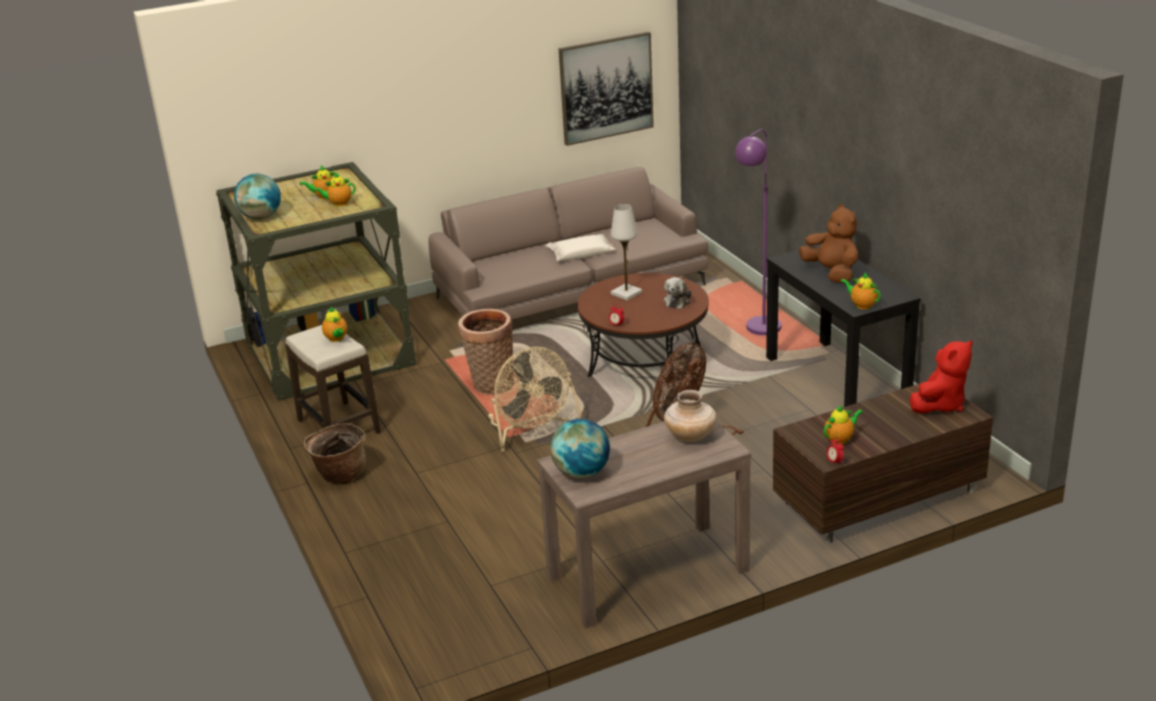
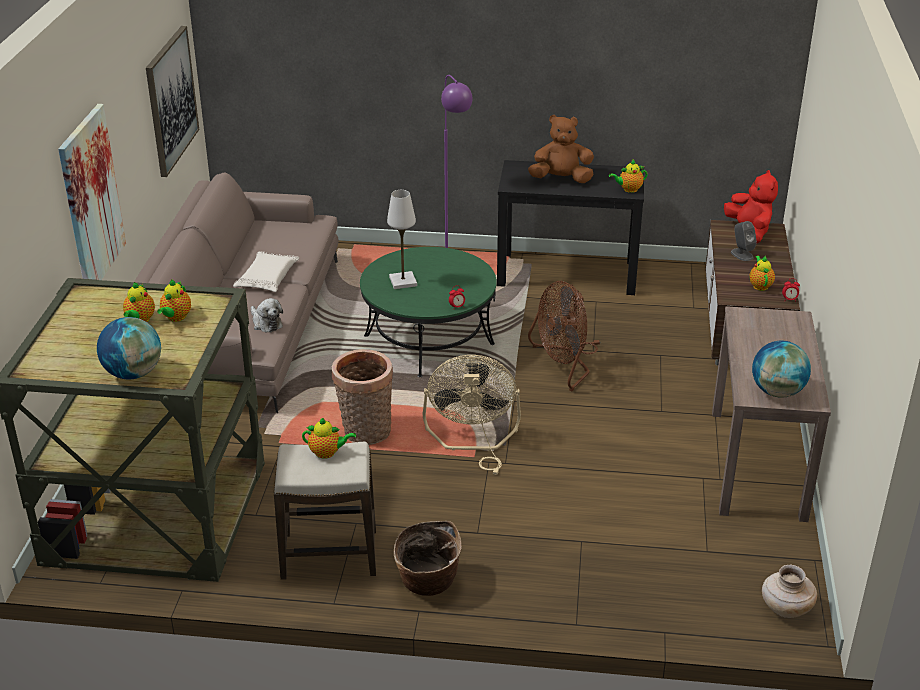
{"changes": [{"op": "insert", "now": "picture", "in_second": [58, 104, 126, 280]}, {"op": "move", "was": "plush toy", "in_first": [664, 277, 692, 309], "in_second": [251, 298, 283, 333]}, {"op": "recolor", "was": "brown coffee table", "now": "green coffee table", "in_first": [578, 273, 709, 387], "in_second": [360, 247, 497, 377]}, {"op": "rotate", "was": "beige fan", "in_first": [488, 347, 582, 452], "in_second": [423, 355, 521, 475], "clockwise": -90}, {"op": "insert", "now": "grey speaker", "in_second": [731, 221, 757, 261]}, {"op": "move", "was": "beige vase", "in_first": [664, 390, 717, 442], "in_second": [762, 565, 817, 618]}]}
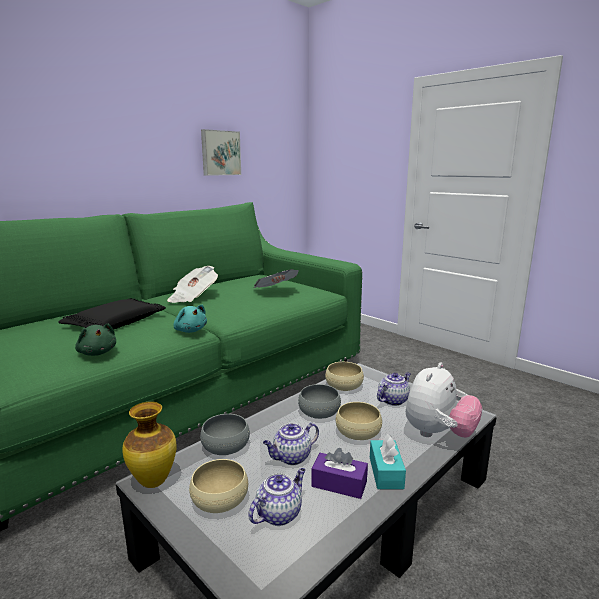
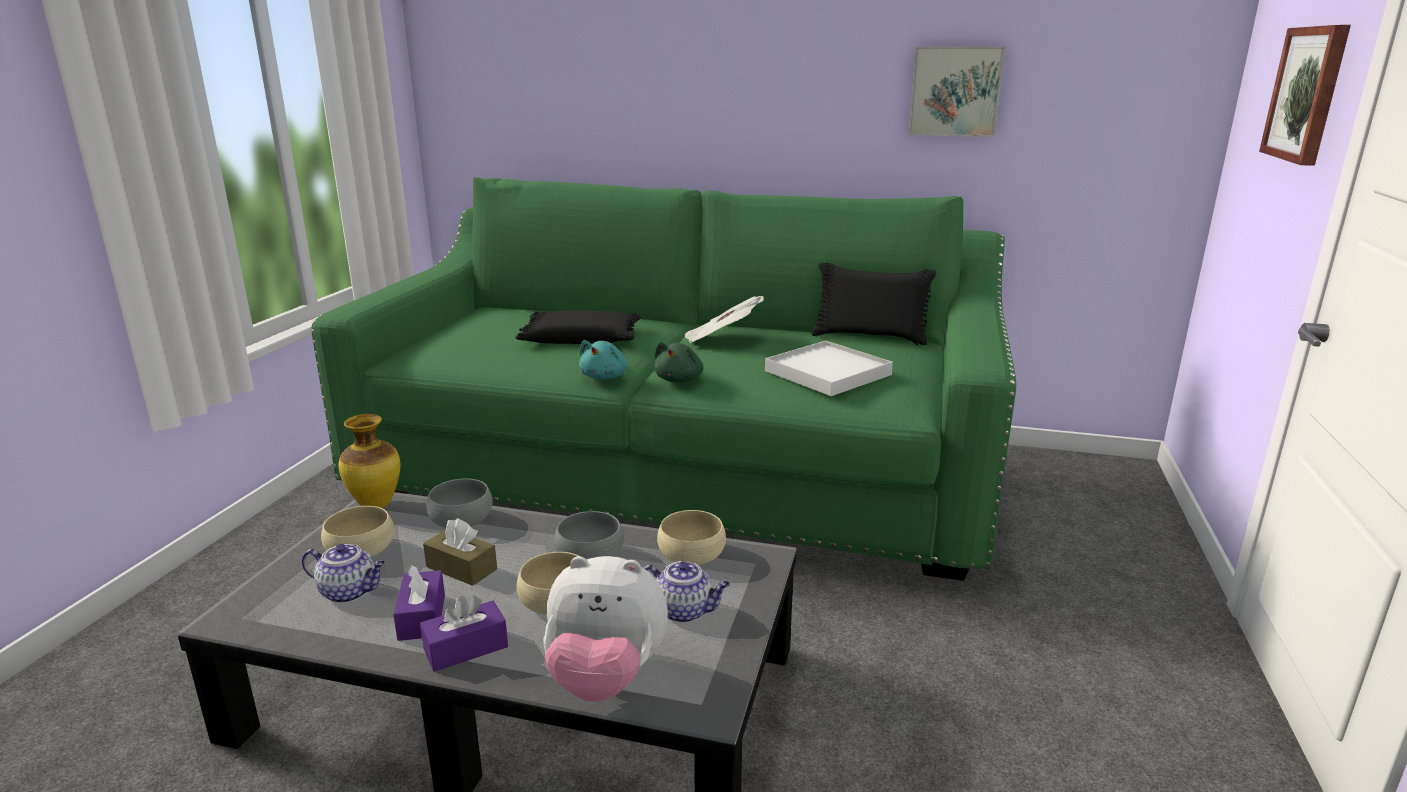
{"changes": [{"op": "recolor", "was": "turquoise tissue box", "now": "purple tissue box", "in_first": [370, 434, 406, 489], "in_second": [420, 595, 508, 672]}, {"op": "replace", "was": "teapot", "now": "brown tissue box", "in_first": [263, 423, 319, 465], "in_second": [423, 518, 497, 586]}, {"op": "move", "was": "green plush toy", "in_first": [75, 323, 116, 356], "in_second": [654, 342, 703, 382]}, {"op": "replace", "was": "newspaper", "now": "white tray", "in_first": [253, 269, 299, 288], "in_second": [765, 341, 893, 396]}, {"op": "insert", "now": "black pillow", "in_second": [811, 262, 936, 346]}, {"op": "insert", "now": "picture", "in_second": [1259, 25, 1351, 166]}]}
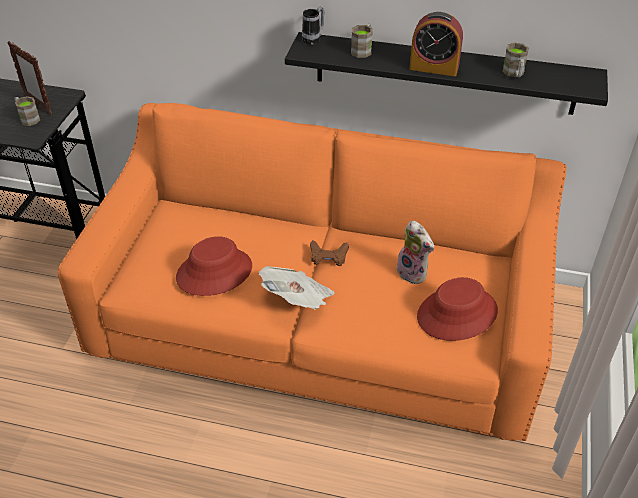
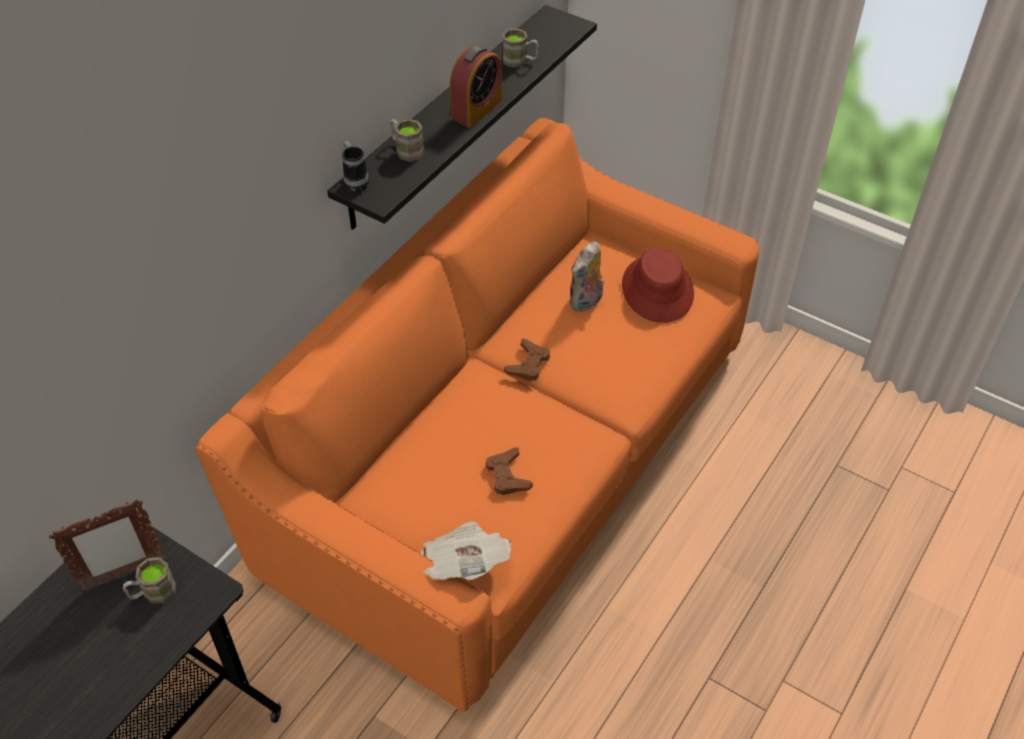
{"changes": [{"op": "move", "was": "newspaper", "in_first": [259, 266, 335, 309], "in_second": [421, 521, 512, 580]}, {"op": "replace", "was": "red hat", "now": "brown game controller", "in_first": [176, 236, 252, 296], "in_second": [486, 448, 533, 495]}, {"op": "rotate", "was": "plush toy", "in_first": [397, 221, 434, 284], "in_second": [569, 241, 604, 312], "clockwise": 150}]}
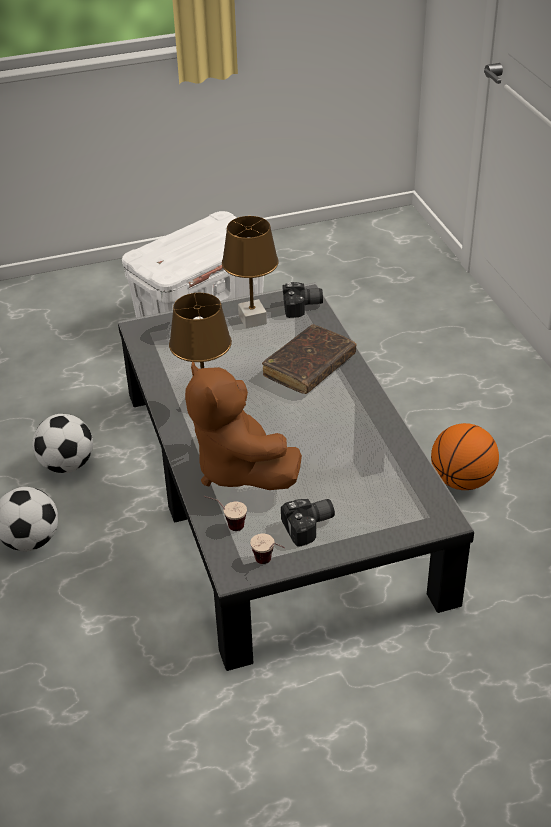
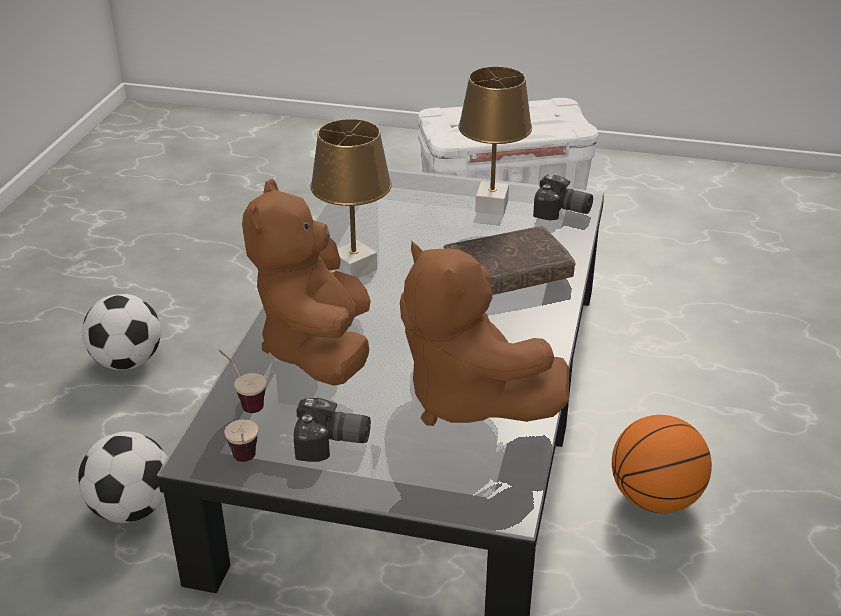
{"changes": [{"op": "move", "was": "football", "in_first": [32, 414, 93, 473], "in_second": [78, 431, 167, 523]}, {"op": "insert", "now": "brown plush toy", "in_second": [400, 241, 569, 426]}]}
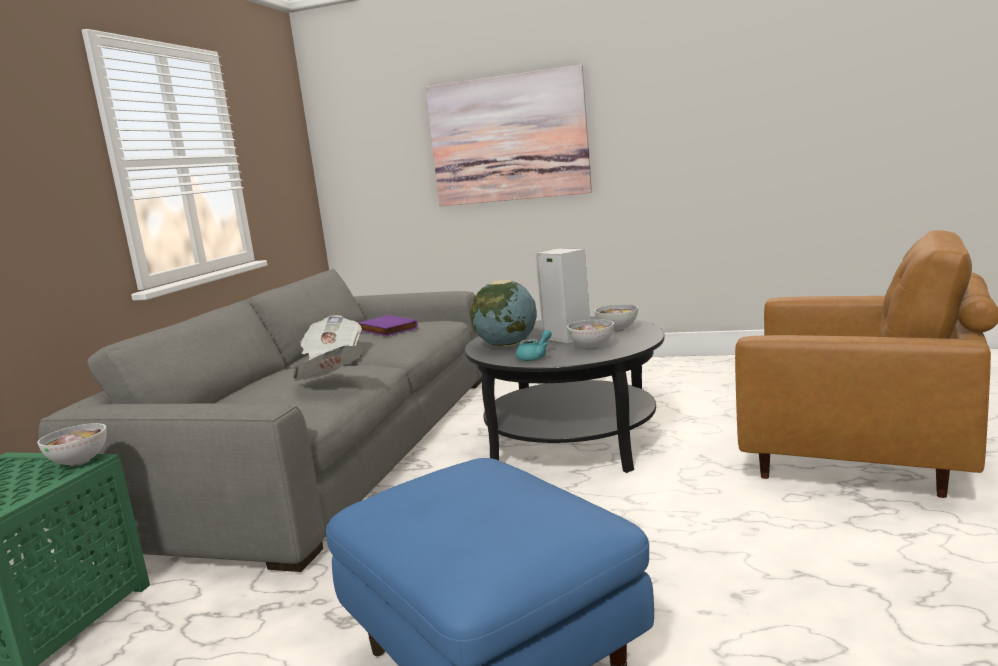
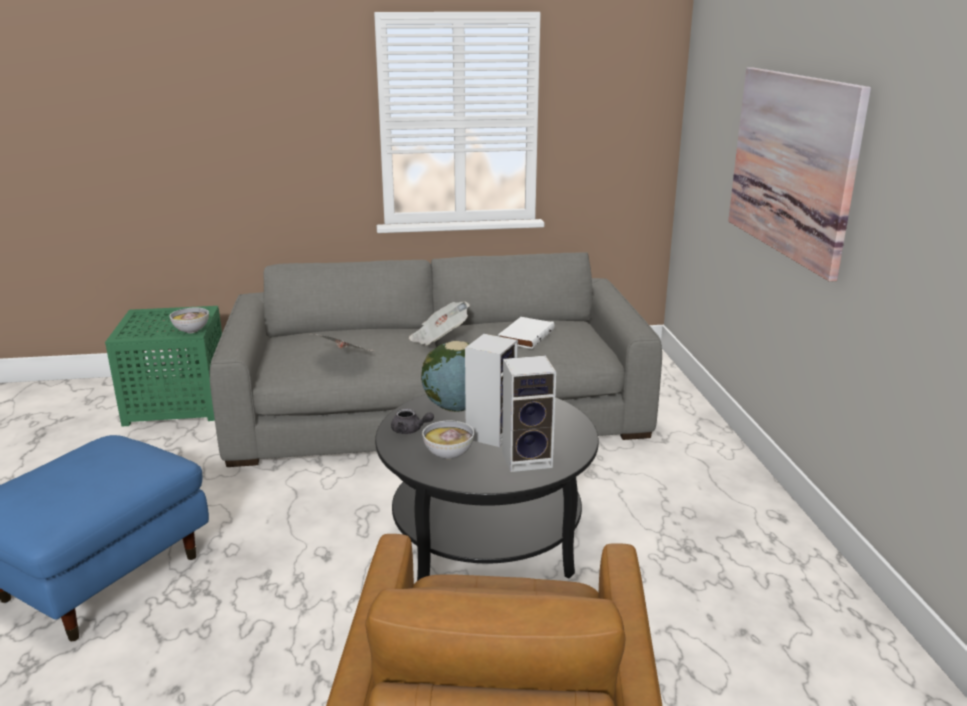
{"changes": [{"op": "recolor", "was": "turquoise teapot", "now": "grey teapot", "in_first": [516, 330, 552, 361], "in_second": [391, 408, 434, 434]}, {"op": "recolor", "was": "purple book", "now": "white book", "in_first": [358, 315, 418, 336], "in_second": [498, 317, 555, 349]}, {"op": "replace", "was": "bowl", "now": "speaker", "in_first": [594, 304, 638, 332], "in_second": [502, 356, 556, 472]}]}
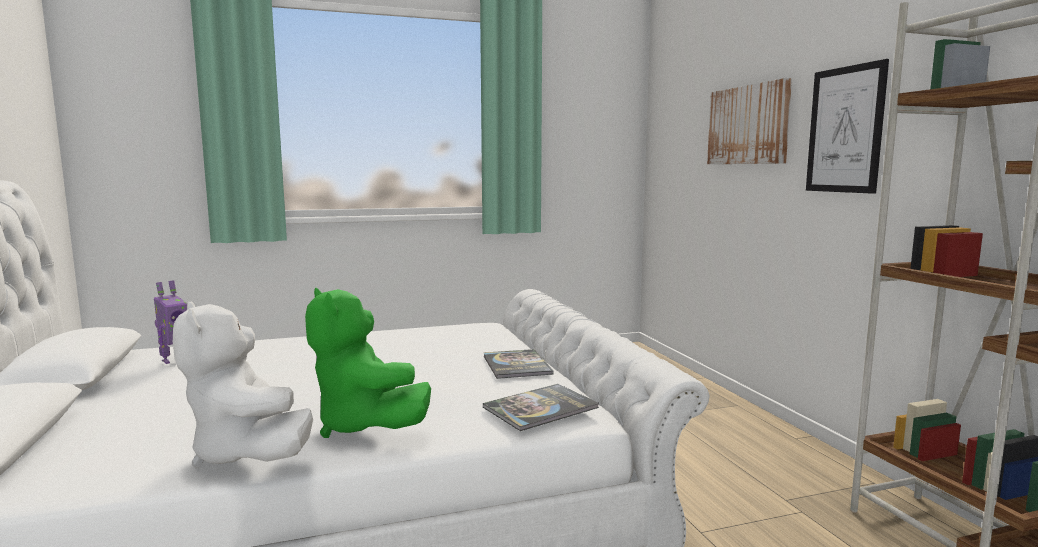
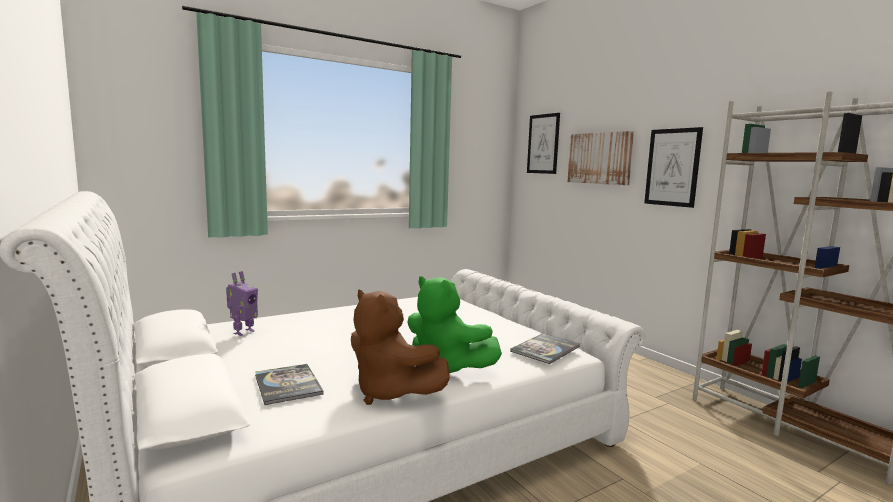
{"changes": [{"op": "move", "was": "book", "in_first": [484, 349, 554, 379], "in_second": [255, 364, 324, 405]}, {"op": "recolor", "was": "white plush toy", "now": "brown plush toy", "in_first": [173, 302, 313, 469], "in_second": [351, 289, 450, 405]}, {"op": "insert", "now": "picture", "in_second": [527, 113, 560, 174]}]}
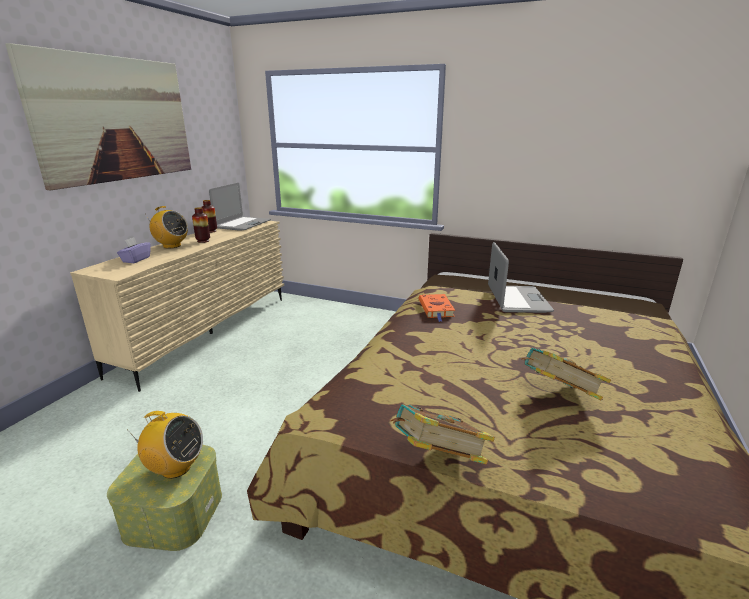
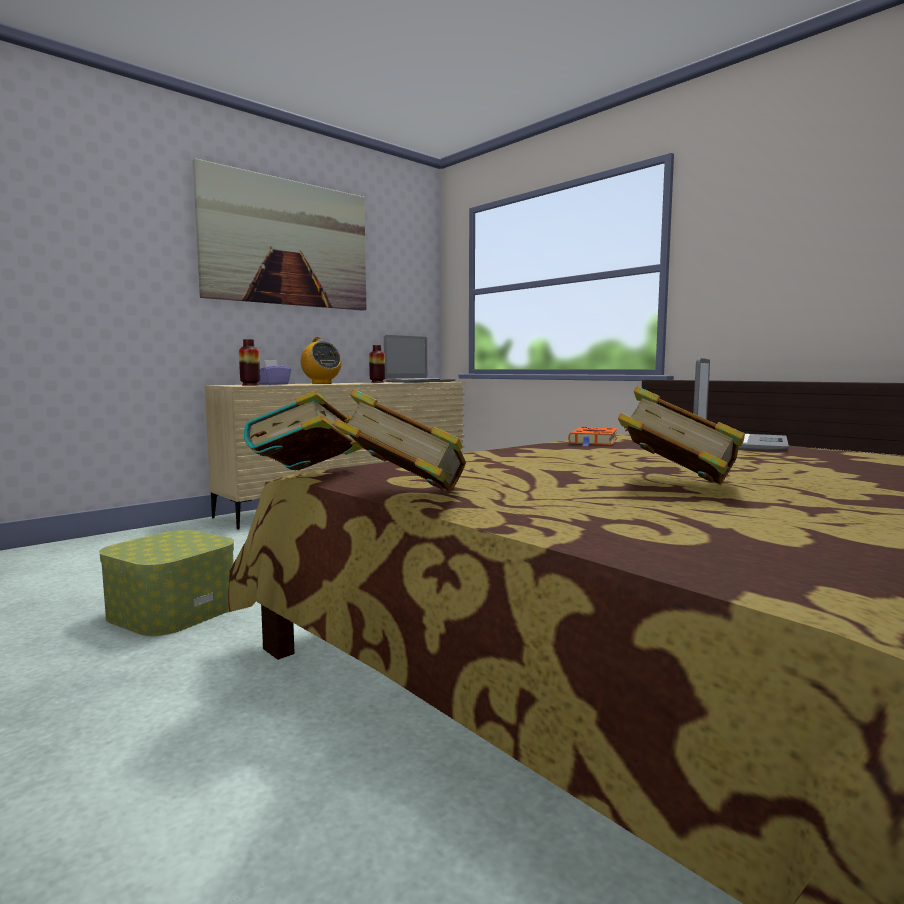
{"changes": [{"op": "move", "was": "vase", "in_first": [192, 207, 210, 243], "in_second": [239, 339, 260, 386]}, {"op": "insert", "now": "book", "in_second": [244, 390, 363, 470]}, {"op": "delete", "was": "radio", "in_first": [128, 411, 203, 479]}]}
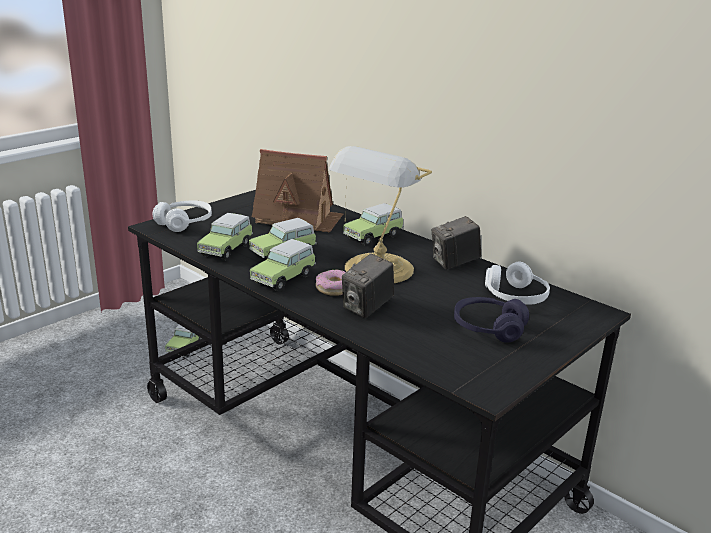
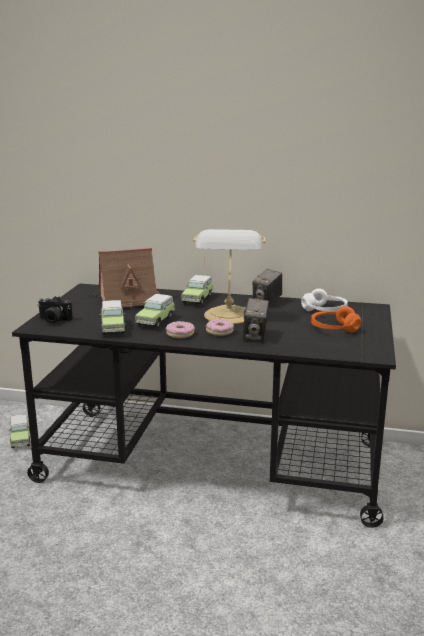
{"changes": [{"op": "replace", "was": "white headphones", "now": "photo camera", "in_first": [153, 201, 212, 232], "in_second": [38, 296, 73, 324]}, {"op": "replace", "was": "toy car", "now": "donut", "in_first": [250, 239, 316, 291], "in_second": [166, 321, 195, 338]}, {"op": "recolor", "was": "purple headphones", "now": "orange headphones", "in_first": [454, 297, 529, 343], "in_second": [311, 306, 361, 333]}]}
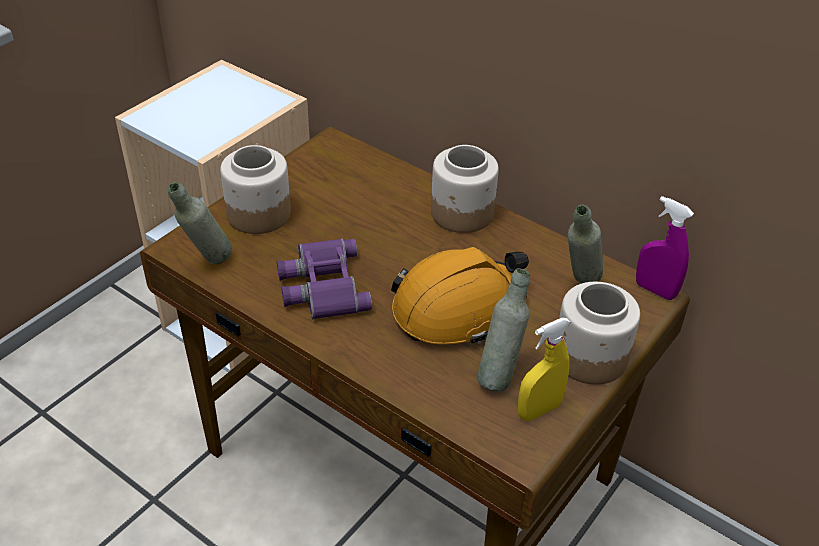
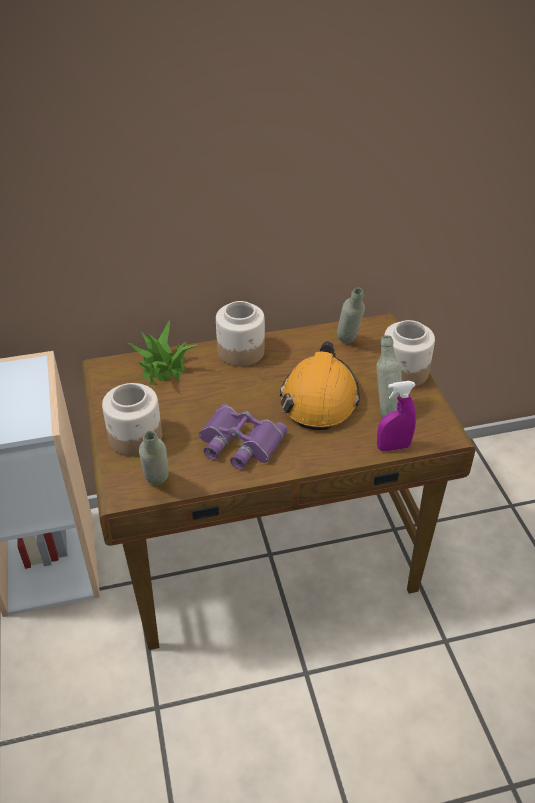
{"changes": [{"op": "insert", "now": "potted plant", "in_second": [128, 320, 199, 385]}, {"op": "move", "was": "purple spray bottle", "in_first": [636, 196, 694, 300], "in_second": [377, 381, 416, 452]}, {"op": "delete", "was": "yellow spray bottle", "in_first": [518, 318, 571, 421]}]}
